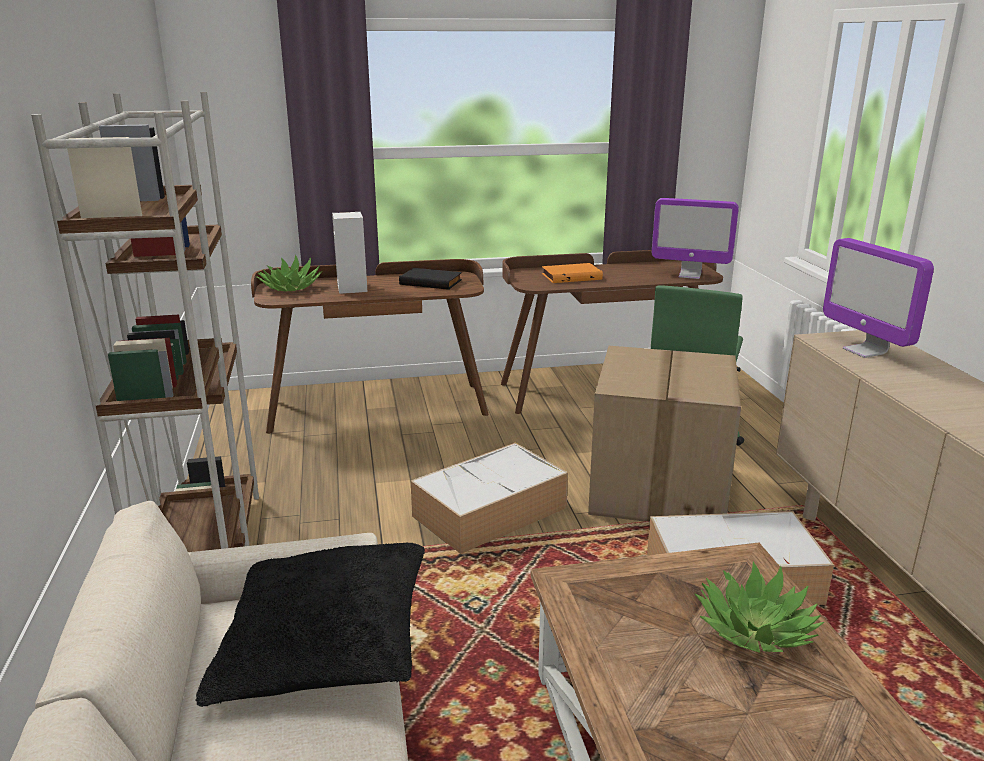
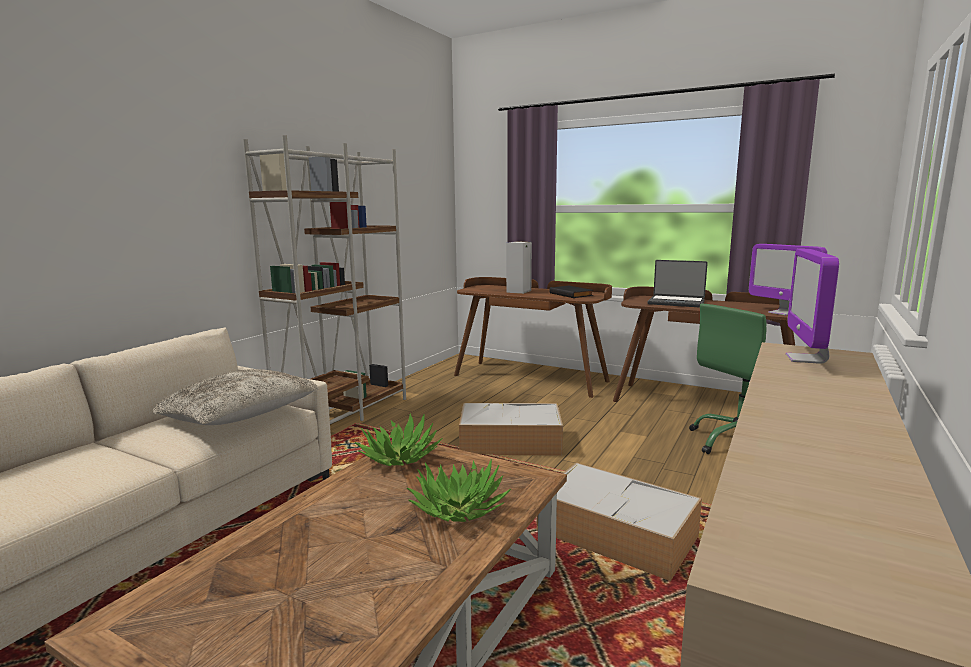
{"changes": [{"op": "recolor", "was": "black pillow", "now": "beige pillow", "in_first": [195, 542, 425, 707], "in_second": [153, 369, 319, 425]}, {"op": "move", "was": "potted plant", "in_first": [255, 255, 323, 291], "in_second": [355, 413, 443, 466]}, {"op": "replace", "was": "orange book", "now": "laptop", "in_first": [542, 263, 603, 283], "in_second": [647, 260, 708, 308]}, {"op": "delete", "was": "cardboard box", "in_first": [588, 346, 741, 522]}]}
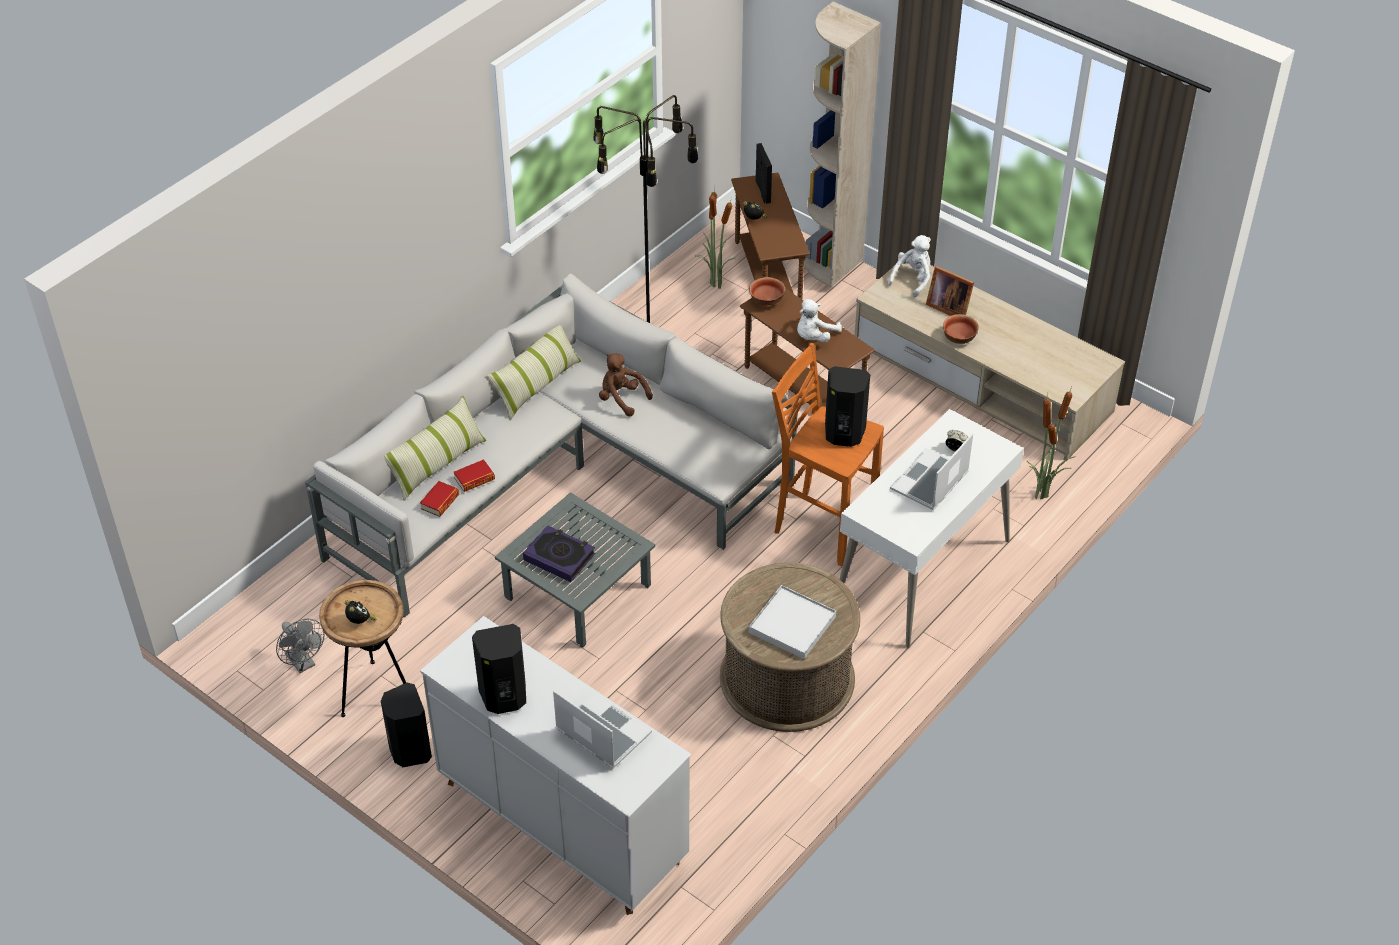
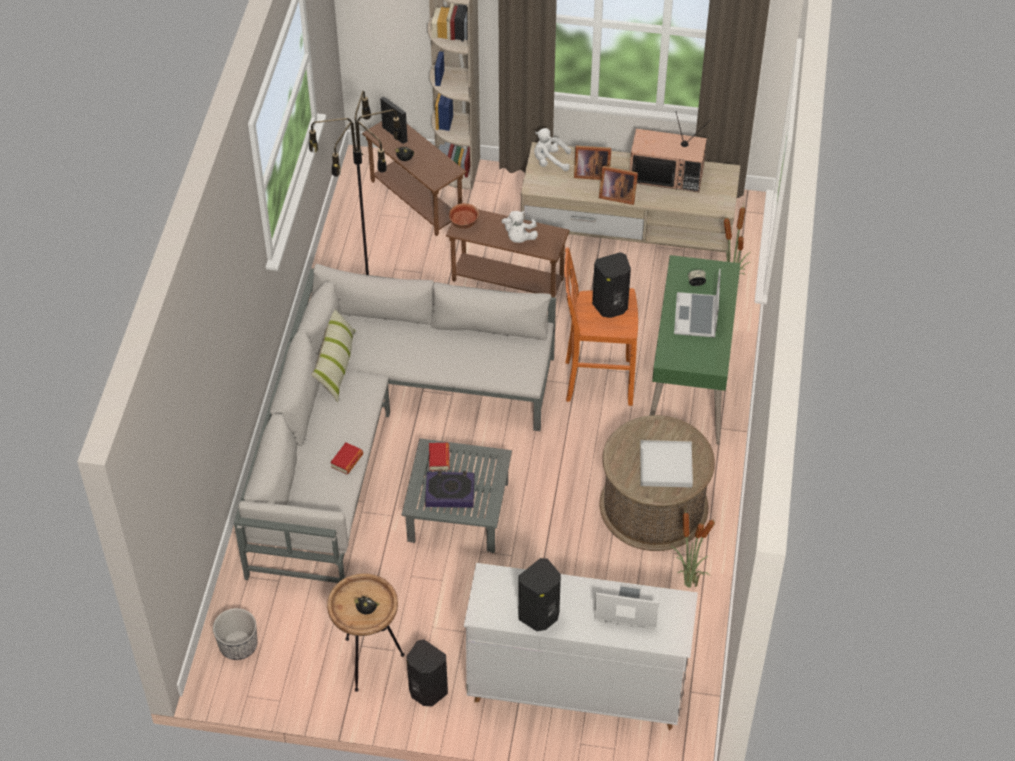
{"changes": [{"op": "insert", "now": "planter", "in_second": [213, 608, 258, 660]}, {"op": "move", "was": "book", "in_first": [420, 481, 459, 517], "in_second": [429, 443, 450, 471]}, {"op": "rotate", "was": "white plush toy", "in_first": [888, 235, 931, 297], "in_second": [534, 128, 571, 171], "clockwise": -90}, {"op": "replace", "was": "bowl", "now": "picture frame", "in_first": [943, 314, 979, 344], "in_second": [599, 166, 638, 205]}, {"op": "insert", "now": "television", "in_second": [630, 111, 711, 192]}, {"op": "recolor", "was": "white desk", "now": "green desk", "in_first": [839, 409, 1024, 647], "in_second": [649, 255, 741, 445]}, {"op": "move", "was": "potted plant", "in_first": [696, 187, 736, 289], "in_second": [671, 508, 715, 588]}, {"op": "delete", "was": "grey fan", "in_first": [276, 618, 324, 673]}, {"op": "delete", "was": "pillow", "in_first": [384, 396, 486, 501]}, {"op": "delete", "was": "brown plush toy", "in_first": [599, 353, 653, 417]}]}
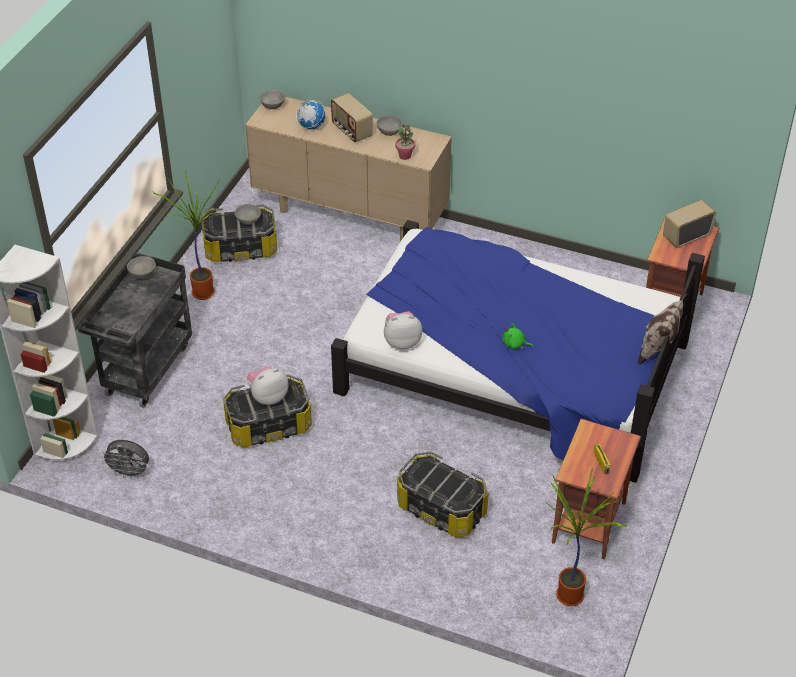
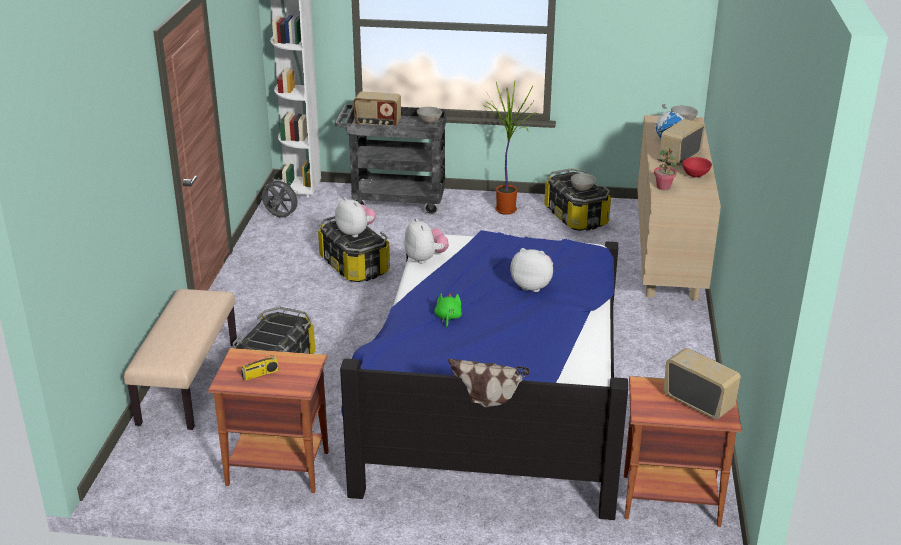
{"changes": [{"op": "insert", "now": "beige bench", "in_second": [124, 289, 237, 430]}, {"op": "rotate", "was": "grey fan", "in_first": [101, 440, 149, 479], "in_second": [262, 178, 301, 218], "clockwise": 120}, {"op": "insert", "now": "radio", "in_second": [354, 91, 401, 126]}, {"op": "insert", "now": "plush toy", "in_second": [510, 248, 553, 292]}, {"op": "recolor", "was": "grey bowl", "now": "red bowl", "in_first": [377, 115, 403, 136], "in_second": [682, 157, 712, 177]}, {"op": "delete", "was": "potted plant", "in_first": [544, 467, 628, 606]}]}
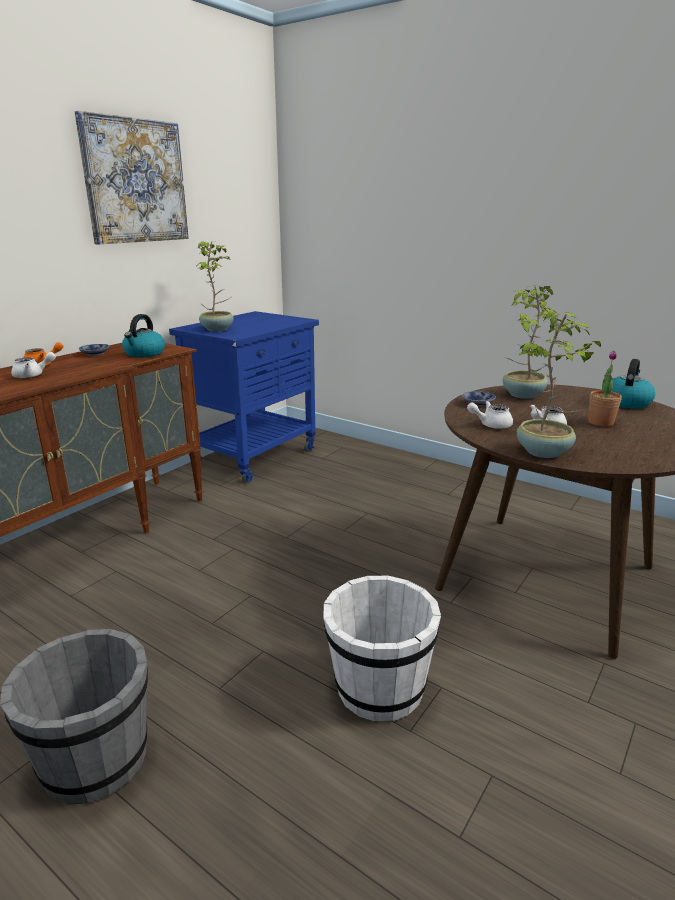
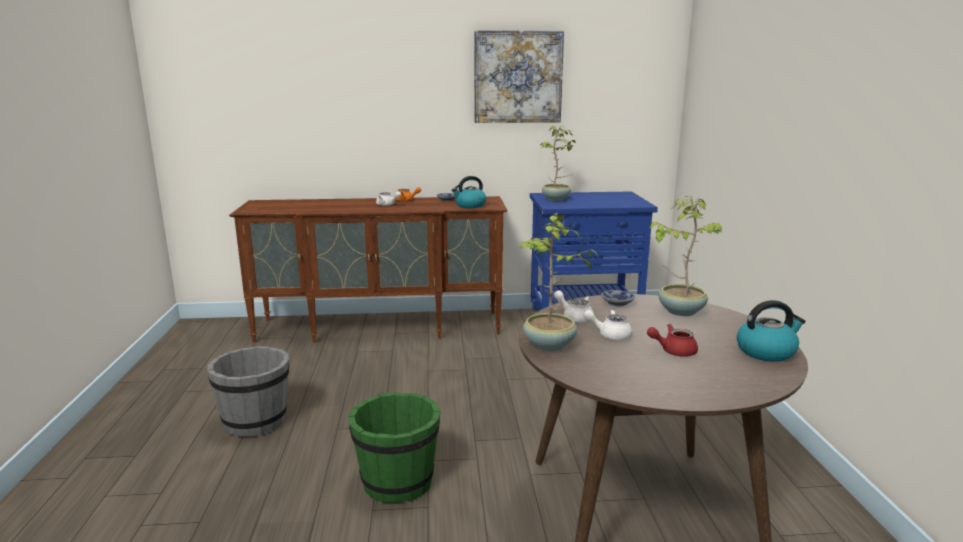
{"changes": [{"op": "recolor", "was": "white bucket", "now": "green bucket", "in_first": [323, 575, 441, 721], "in_second": [348, 393, 440, 503]}, {"op": "replace", "was": "potted plant", "now": "red teapot", "in_first": [588, 351, 622, 426], "in_second": [647, 324, 698, 357]}]}
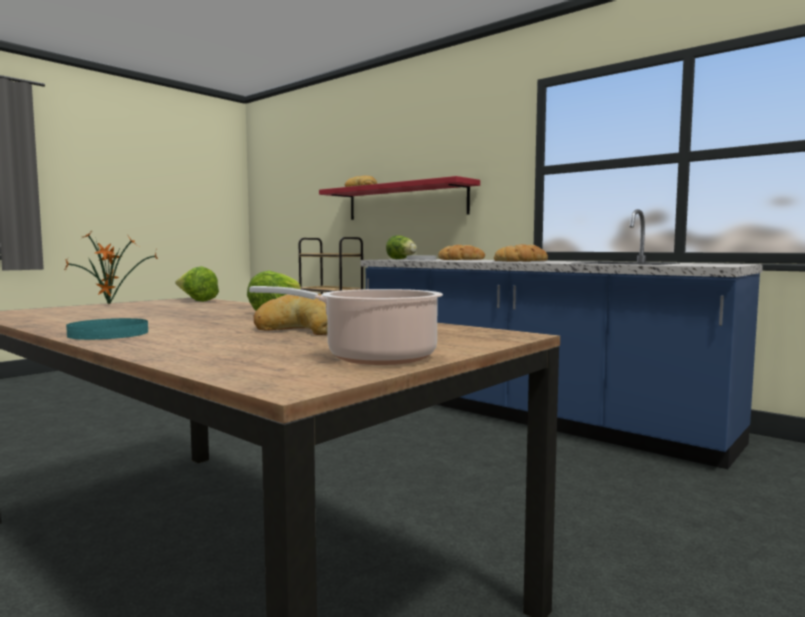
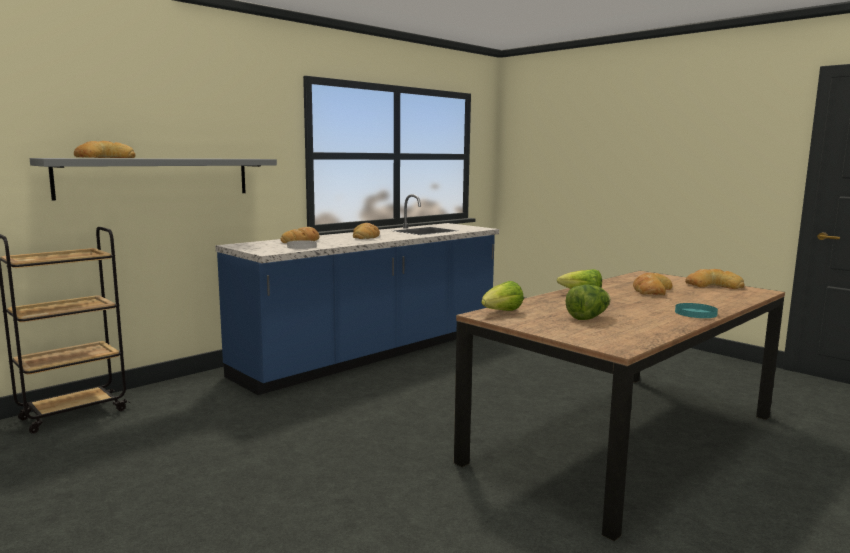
{"changes": [{"op": "recolor", "was": "red shelf", "now": "grey shelf", "in_first": [319, 176, 480, 220], "in_second": [30, 158, 277, 200]}, {"op": "move", "was": "lettuce", "in_first": [386, 235, 417, 259], "in_second": [565, 284, 611, 320]}, {"op": "replace", "was": "cooking pot", "now": "bread", "in_first": [249, 286, 443, 365], "in_second": [685, 269, 744, 289]}, {"op": "delete", "was": "potted plant", "in_first": [64, 230, 158, 304]}]}
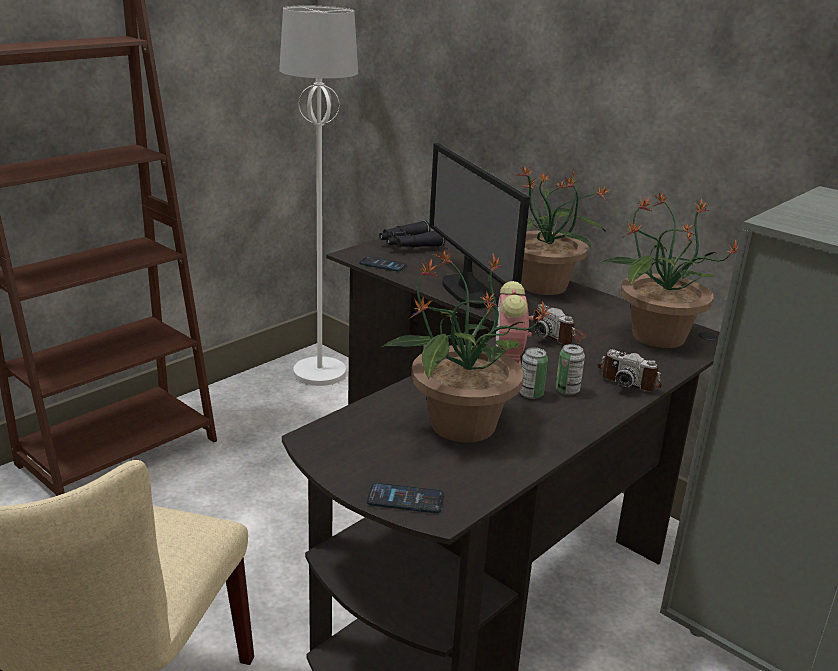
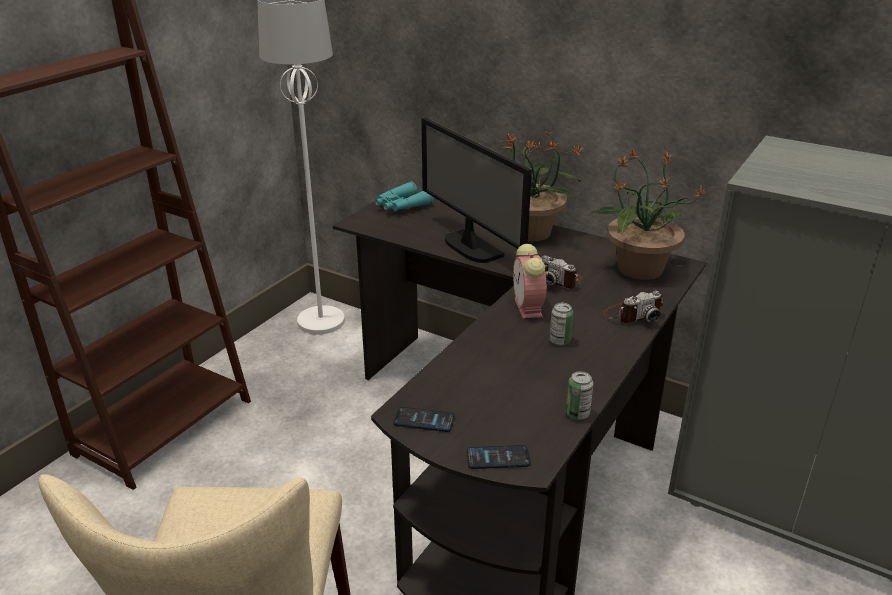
{"changes": [{"op": "recolor", "was": "black binoculars", "now": "turquoise binoculars", "in_first": [379, 220, 445, 248], "in_second": [375, 181, 434, 211]}, {"op": "move", "was": "phone", "in_first": [359, 256, 407, 272], "in_second": [393, 407, 455, 432]}, {"op": "move", "was": "can", "in_first": [555, 344, 585, 395], "in_second": [566, 371, 593, 420]}, {"op": "rotate", "was": "photo camera", "in_first": [597, 349, 662, 391], "in_second": [602, 291, 663, 323], "clockwise": -45}, {"op": "delete", "was": "potted plant", "in_first": [382, 251, 551, 442]}]}
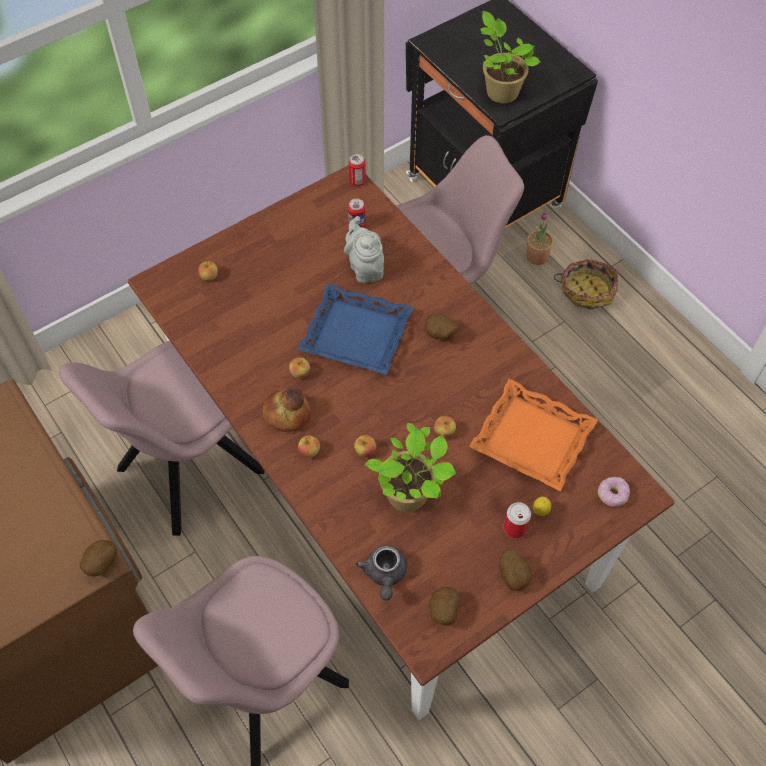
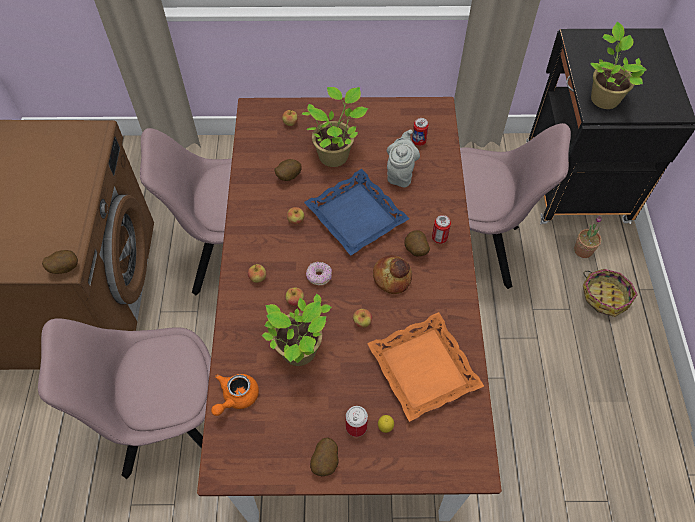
{"changes": [{"op": "recolor", "was": "grey teapot", "now": "orange teapot", "in_first": [356, 546, 407, 601], "in_second": [211, 374, 259, 416]}, {"op": "move", "was": "potato", "in_first": [429, 587, 460, 625], "in_second": [275, 159, 302, 181]}, {"op": "insert", "now": "potted plant", "in_second": [302, 87, 368, 167]}, {"op": "move", "was": "donut", "in_first": [598, 477, 630, 507], "in_second": [306, 262, 332, 285]}, {"op": "move", "was": "bread", "in_first": [263, 389, 311, 432], "in_second": [373, 255, 412, 294]}, {"op": "move", "was": "can", "in_first": [348, 154, 366, 186], "in_second": [432, 215, 451, 244]}]}
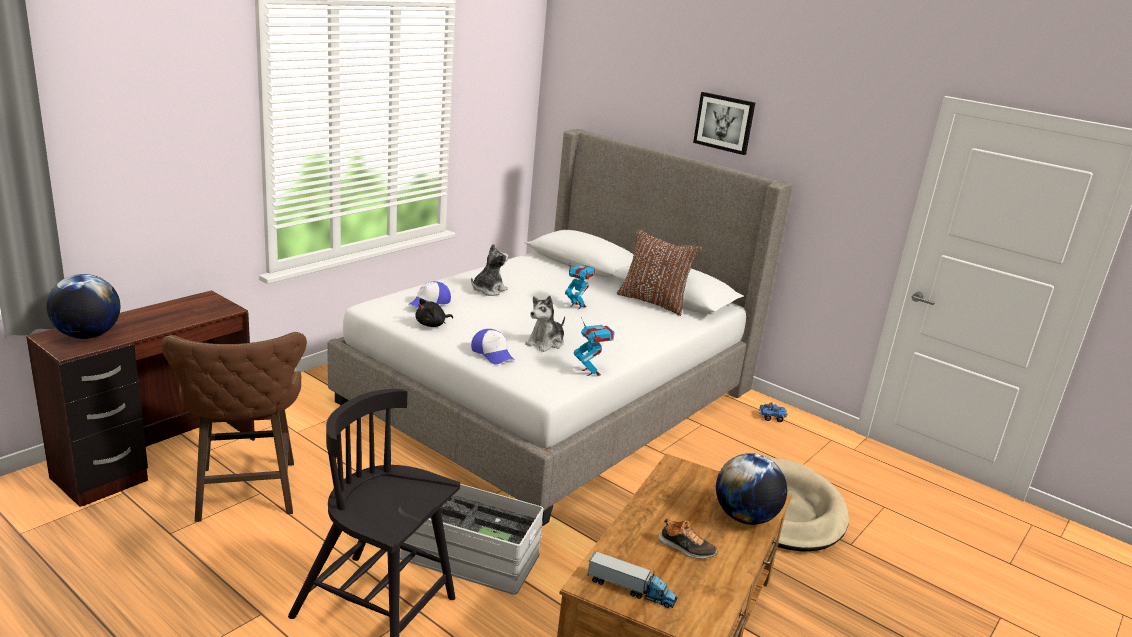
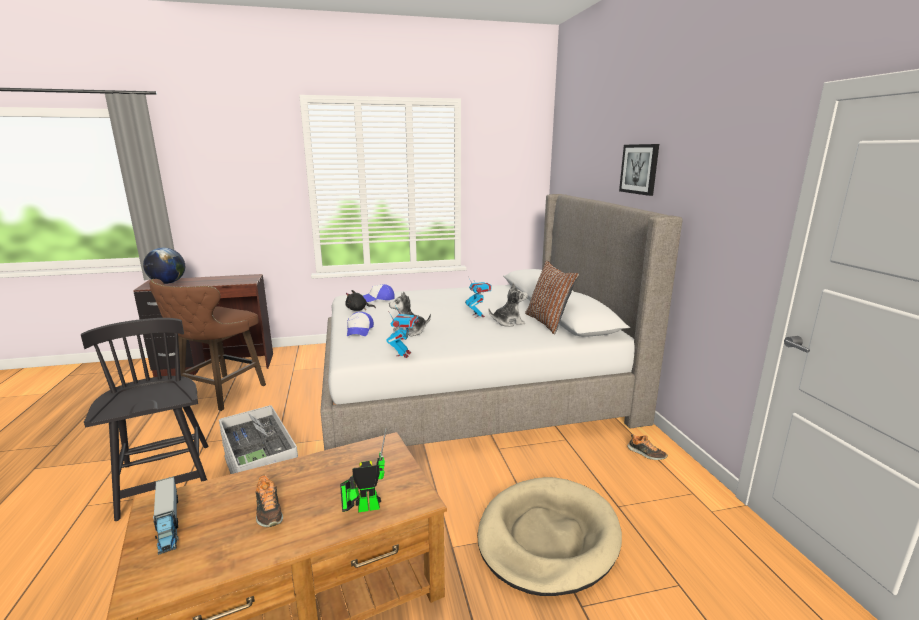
{"changes": [{"op": "replace", "was": "globe", "now": "toy robot", "in_first": [716, 453, 787, 525], "in_second": [340, 428, 386, 512]}, {"op": "move", "was": "plush toy", "in_first": [471, 244, 508, 296], "in_second": [488, 282, 528, 327]}, {"op": "replace", "was": "toy truck", "now": "shoe", "in_first": [759, 402, 788, 422], "in_second": [627, 434, 668, 460]}]}
